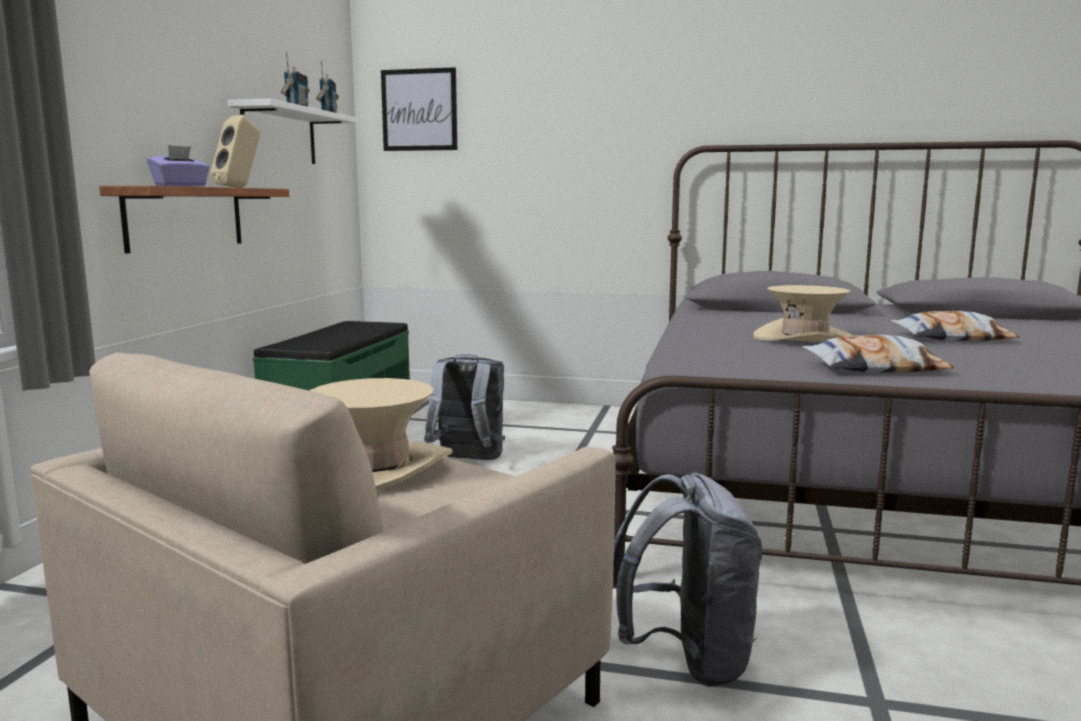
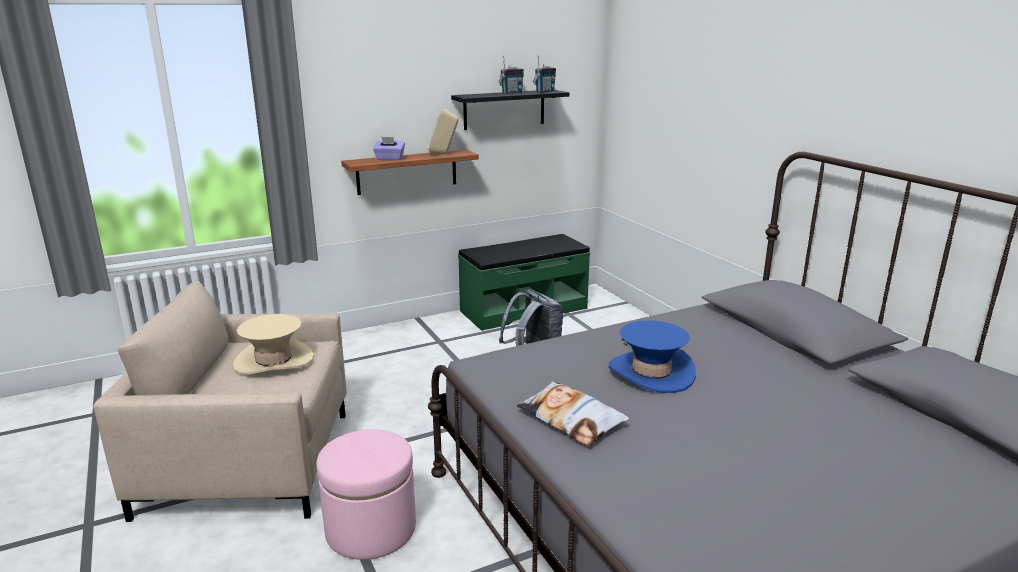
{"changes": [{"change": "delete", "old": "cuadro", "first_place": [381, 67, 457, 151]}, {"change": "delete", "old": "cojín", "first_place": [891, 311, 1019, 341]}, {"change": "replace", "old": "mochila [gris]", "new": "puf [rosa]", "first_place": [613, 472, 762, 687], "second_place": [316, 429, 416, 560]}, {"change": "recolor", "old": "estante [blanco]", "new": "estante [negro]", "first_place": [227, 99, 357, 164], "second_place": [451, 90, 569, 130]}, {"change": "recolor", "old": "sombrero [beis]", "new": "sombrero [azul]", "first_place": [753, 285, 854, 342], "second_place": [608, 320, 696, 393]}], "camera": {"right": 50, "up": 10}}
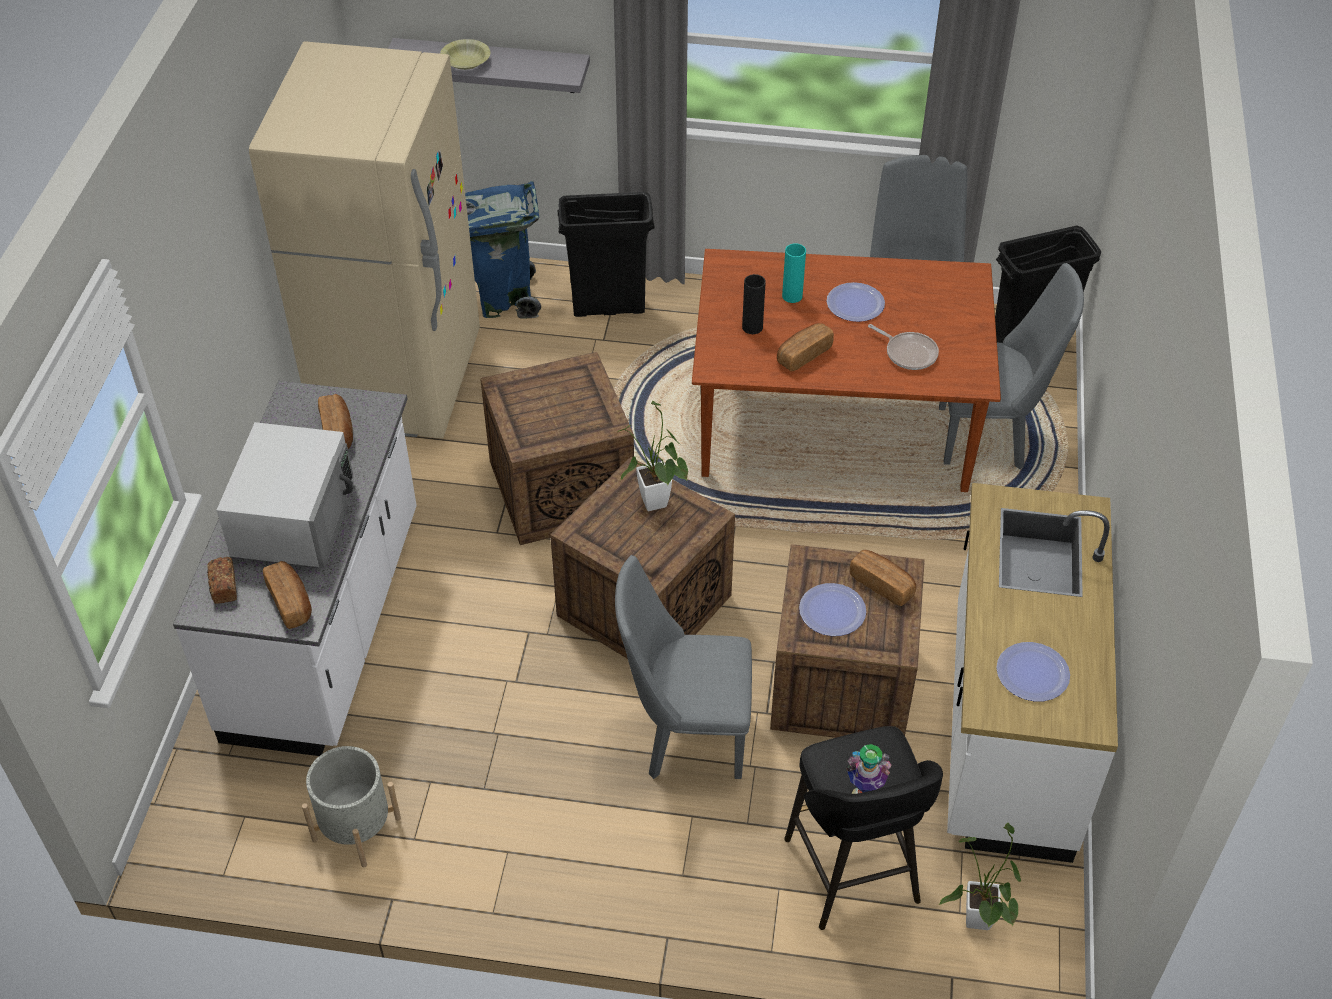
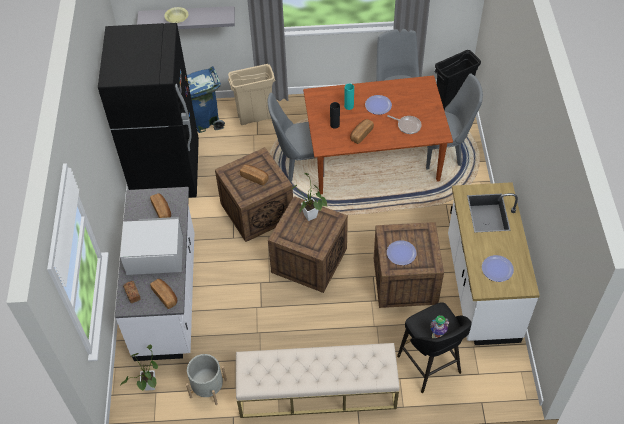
{"changes": [{"change": "insert", "new": "banco [beis]", "second_place": [236, 343, 399, 418]}, {"change": "move", "old": "silla [gris]", "first_place": [615, 555, 752, 779], "second_place": [268, 92, 324, 182]}, {"change": "move", "old": "pan", "first_place": [850, 550, 916, 606], "second_place": [240, 164, 268, 185]}, {"change": "move", "old": "planta en maceta", "first_place": [939, 823, 1021, 930], "second_place": [120, 345, 158, 391]}, {"change": "recolor", "old": "nevera [beis]", "new": "nevera [negro]", "first_place": [249, 41, 480, 439], "second_place": [98, 23, 199, 198]}, {"change": "recolor", "old": "papelera [negro]", "new": "papelera [beis]", "first_place": [557, 192, 655, 317], "second_place": [228, 64, 276, 125]}, {"change": "rotate", "old": "microondas [blanco]", "first_place": [216, 422, 353, 568], "second_place": [120, 217, 183, 275], "degrees": -90}], "camera": {"right": -10, "up": 5}}
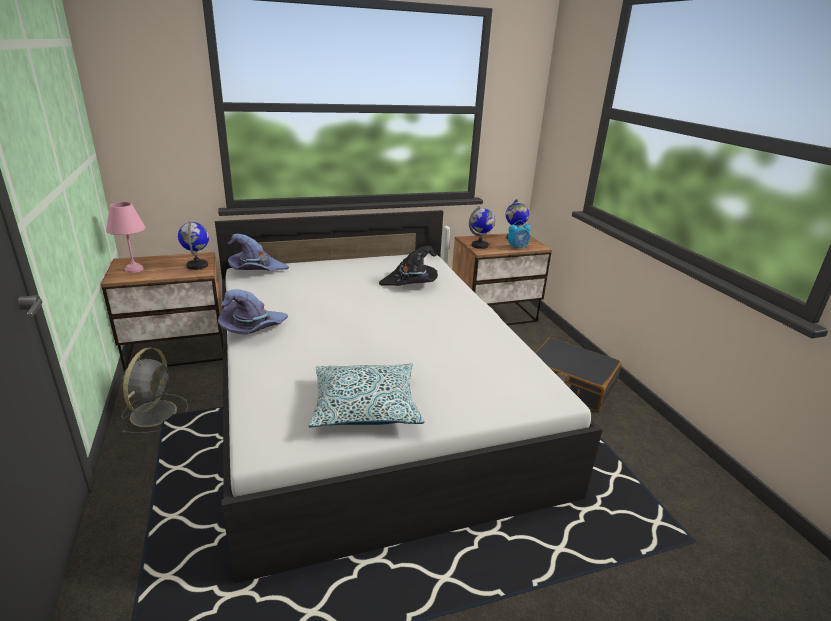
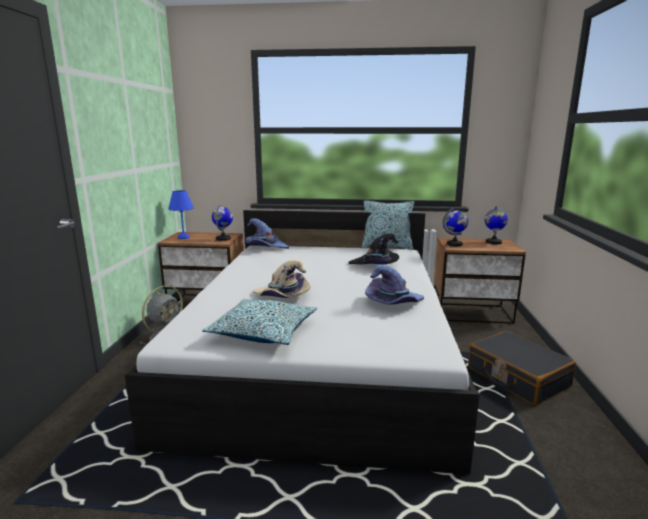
{"changes": [{"change": "delete", "old": "despertador", "first_place": [508, 220, 530, 250]}, {"change": "insert", "new": "sombrero [beis]", "second_place": [253, 260, 311, 298]}, {"change": "insert", "new": "cojín", "second_place": [362, 200, 415, 250]}, {"change": "move", "old": "sombrero [morado]", "first_place": [218, 289, 288, 335], "second_place": [365, 265, 424, 305]}, {"change": "recolor", "old": "lámpara de mesa [rosa]", "new": "lámpara de mesa [azul]", "first_place": [106, 202, 145, 273], "second_place": [168, 190, 194, 239]}], "camera": {"right": 25, "up": -10}}
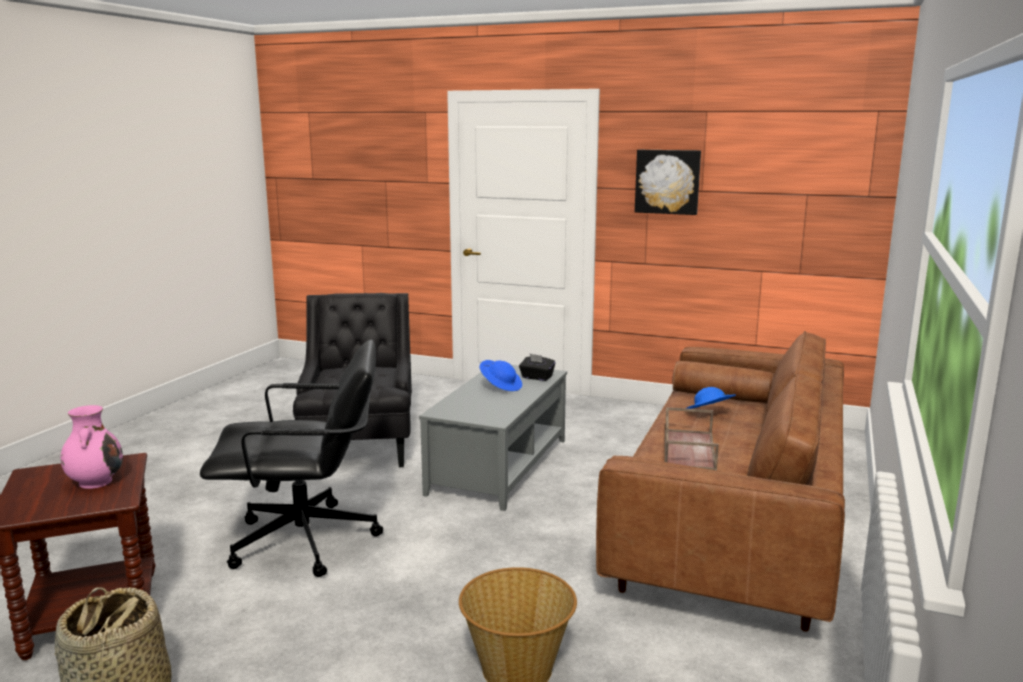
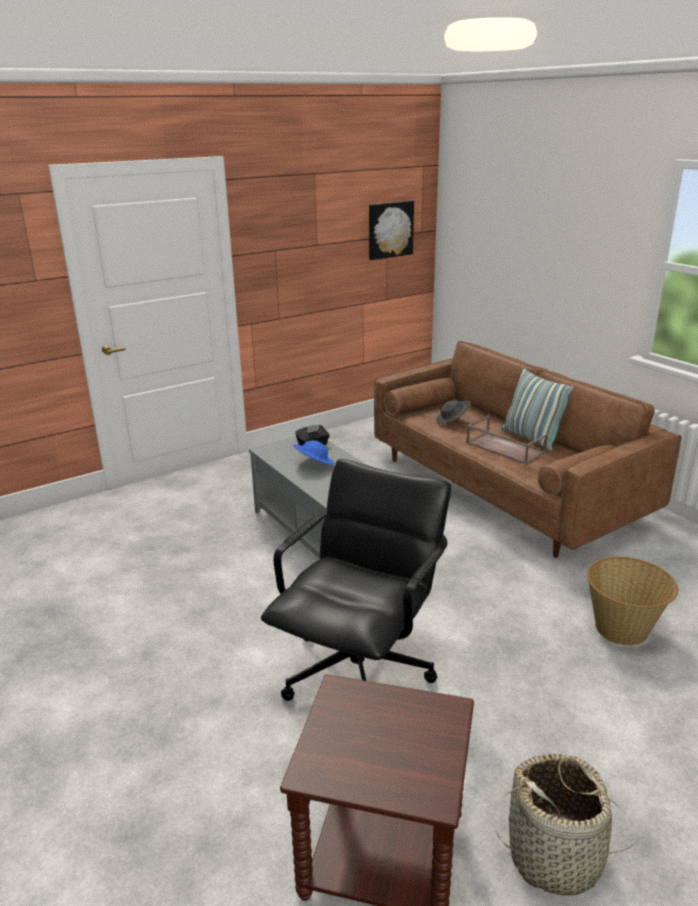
{"changes": [{"change": "delete", "old": "florero [rosa]", "first_place": [61, 405, 123, 489]}, {"change": "delete", "old": "sillón [negro]", "first_place": [293, 293, 412, 467]}, {"change": "insert", "new": "cojín", "second_place": [501, 368, 574, 451]}, {"change": "move", "old": "cuadro", "first_place": [635, 150, 701, 215], "second_place": [369, 201, 414, 260]}, {"change": "recolor", "old": "sombrero [azul]", "new": "sombrero [gris]", "first_place": [687, 387, 736, 409], "second_place": [436, 400, 471, 424]}], "camera": {"right": -55, "up": 10}}
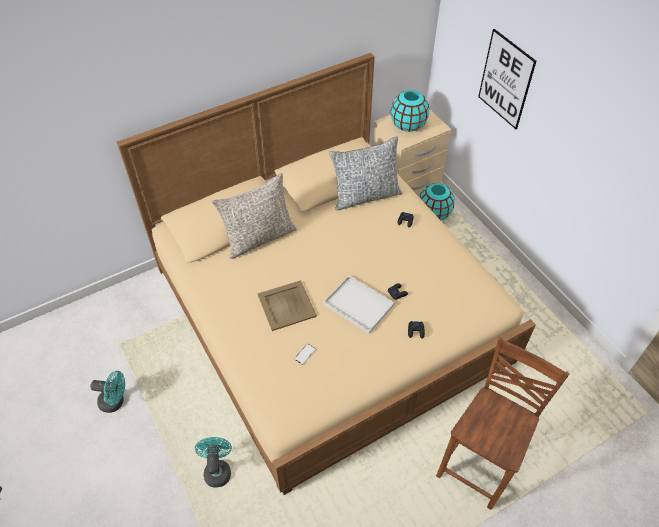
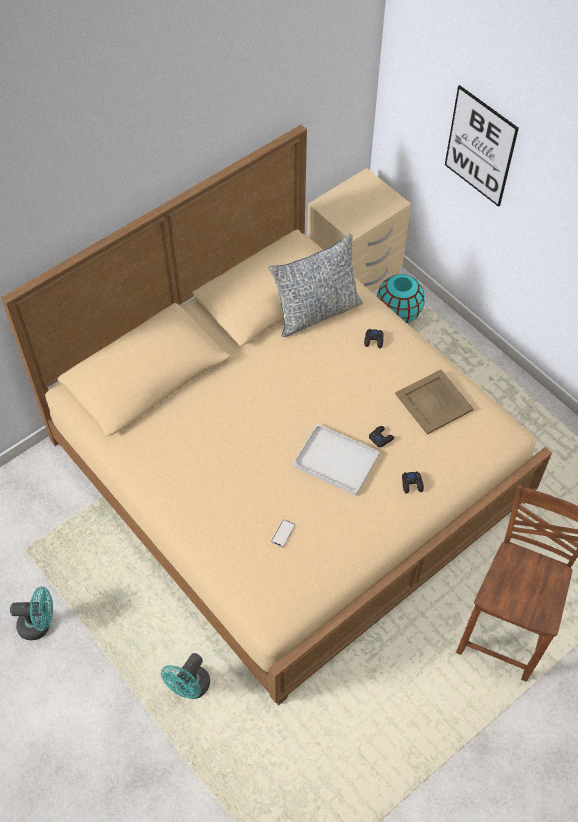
{"changes": [{"change": "delete", "old": "cojín [gris]", "first_place": [212, 173, 297, 259]}, {"change": "delete", "old": "florero [turquesa]", "first_place": [391, 90, 429, 132]}, {"change": "move", "old": "bandeja [beis]", "first_place": [258, 280, 317, 331], "second_place": [395, 369, 474, 435]}, {"change": "rotate", "old": "ventilador [turquesa]", "first_place": [195, 437, 232, 487], "second_place": [161, 653, 210, 699], "degrees": -135}], "camera": {"right": -10, "up": 5}}
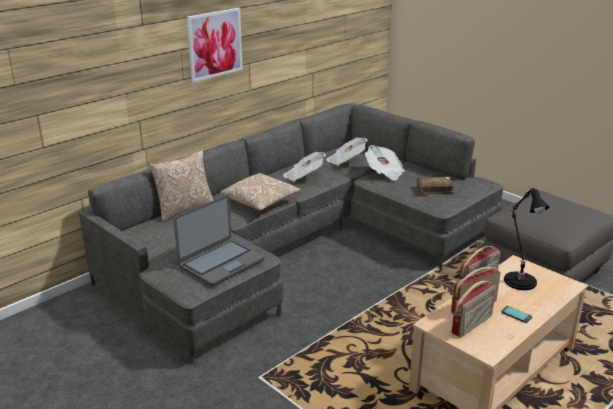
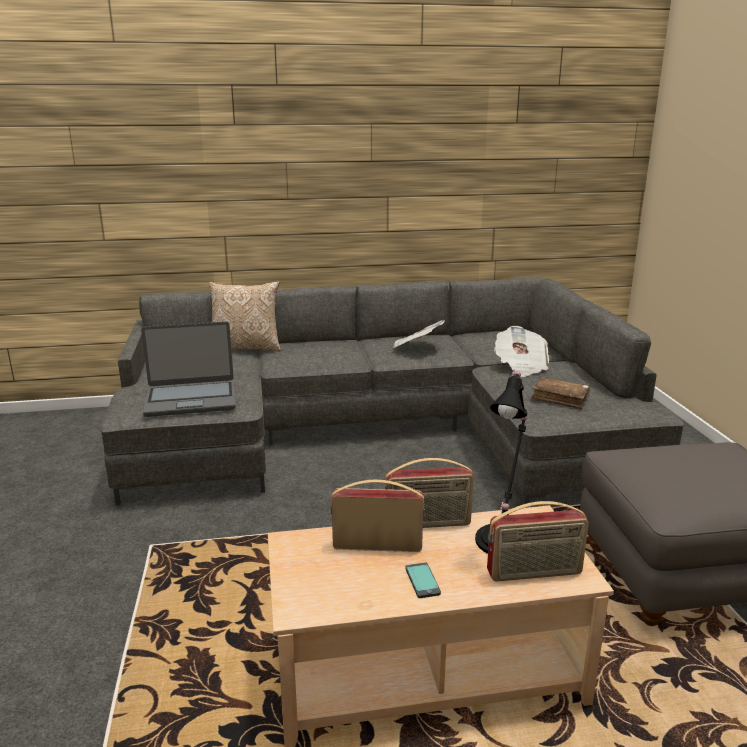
{"changes": [{"change": "delete", "old": "cuadro", "first_place": [187, 8, 243, 82]}, {"change": "delete", "old": "cojín", "first_place": [220, 173, 301, 210]}, {"change": "delete", "old": "periódico", "first_place": [326, 137, 368, 166]}, {"change": "move", "old": "radio", "first_place": [452, 281, 496, 337], "second_place": [487, 501, 589, 582]}], "camera": {"right": 35, "up": -5}}
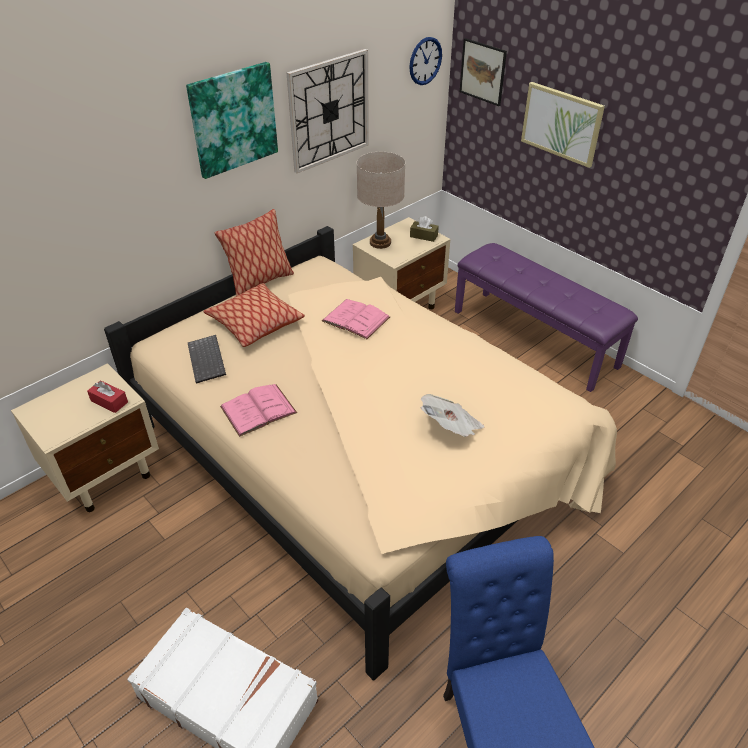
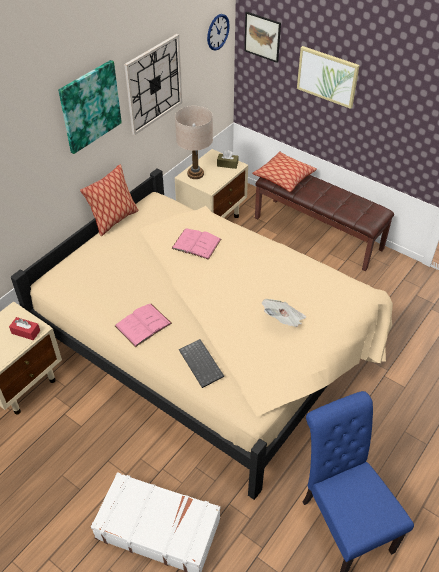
{"changes": [{"change": "move", "old": "teclado", "first_place": [188, 335, 226, 383], "second_place": [179, 339, 224, 388]}, {"change": "move", "old": "cojín", "first_place": [203, 283, 305, 347], "second_place": [252, 151, 317, 192]}, {"change": "recolor", "old": "banco [morado]", "new": "banco [marrón]", "first_place": [455, 243, 638, 392], "second_place": [255, 175, 394, 271]}], "camera": {"right": -10, "up": 5}}
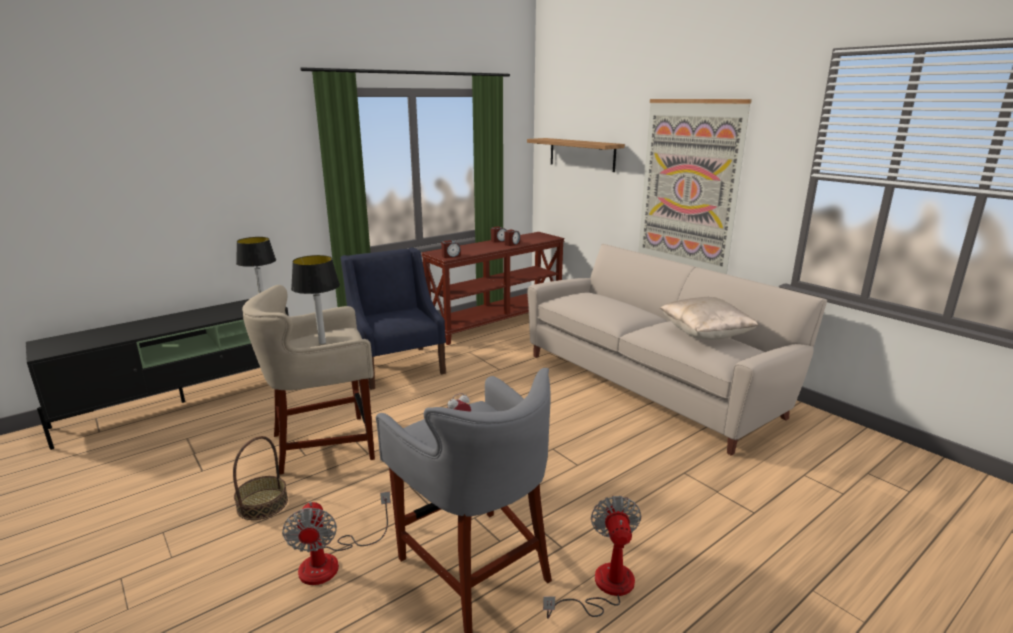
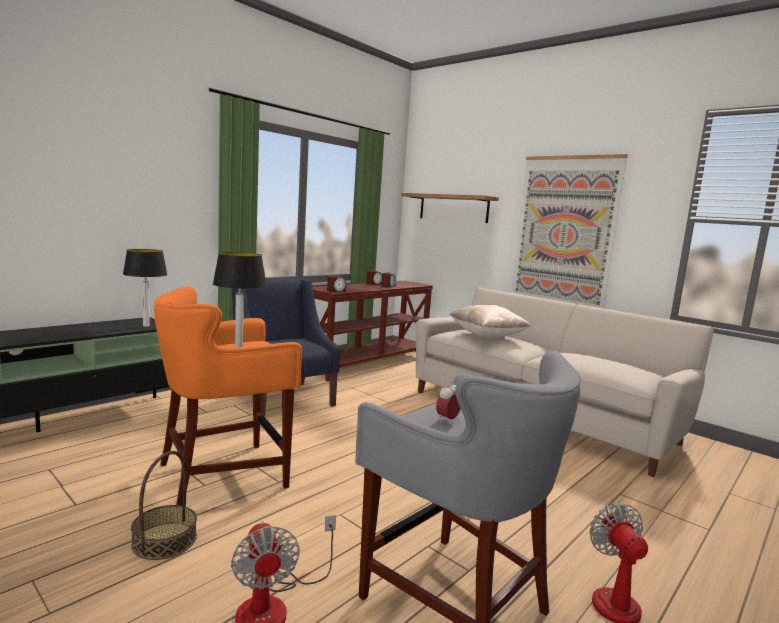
{"changes": [{"change": "move", "old": "cojín [beis]", "first_place": [659, 297, 758, 340], "second_place": [449, 305, 530, 338]}, {"change": "recolor", "old": "taburete [beis]", "new": "taburete [naranja]", "first_place": [242, 285, 375, 475], "second_place": [154, 286, 302, 506]}], "camera": {"right": -10, "up": -10}}
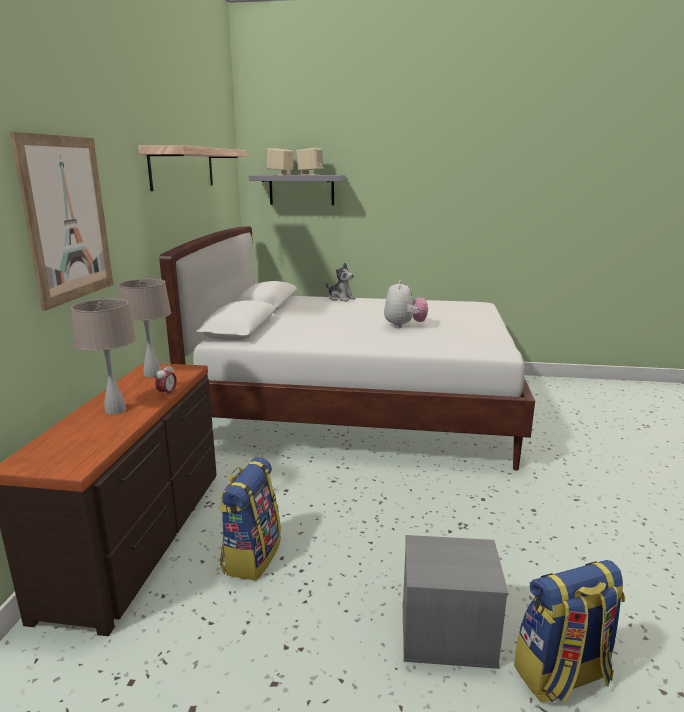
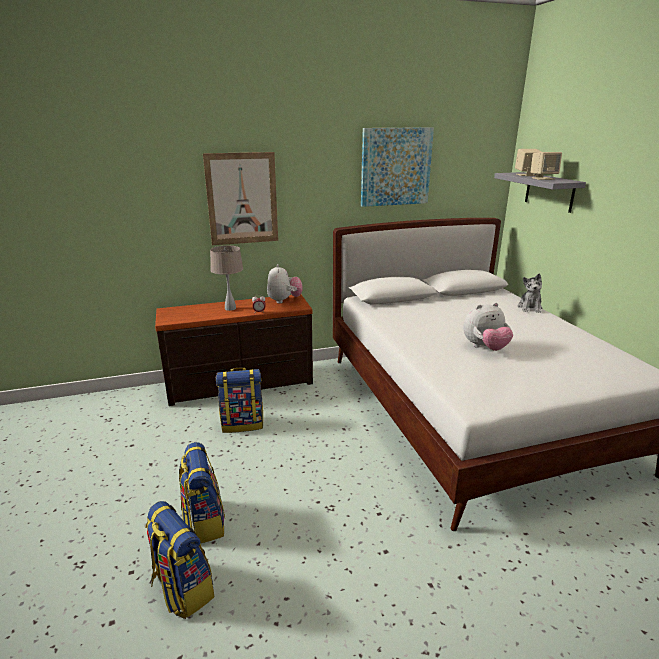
{"changes": [{"change": "replace", "old": "lámpara de mesa [beis]", "new": "peluche", "first_place": [118, 279, 171, 377], "second_place": [267, 264, 303, 304]}, {"change": "replace", "old": "estante", "new": "cuadro", "first_place": [138, 145, 248, 191], "second_place": [361, 127, 434, 207]}, {"change": "replace", "old": "caja de almacenaje [gris]", "new": "mochila", "first_place": [403, 535, 509, 669], "second_place": [179, 442, 225, 543]}], "camera": {"right": 65, "up": 5}}
